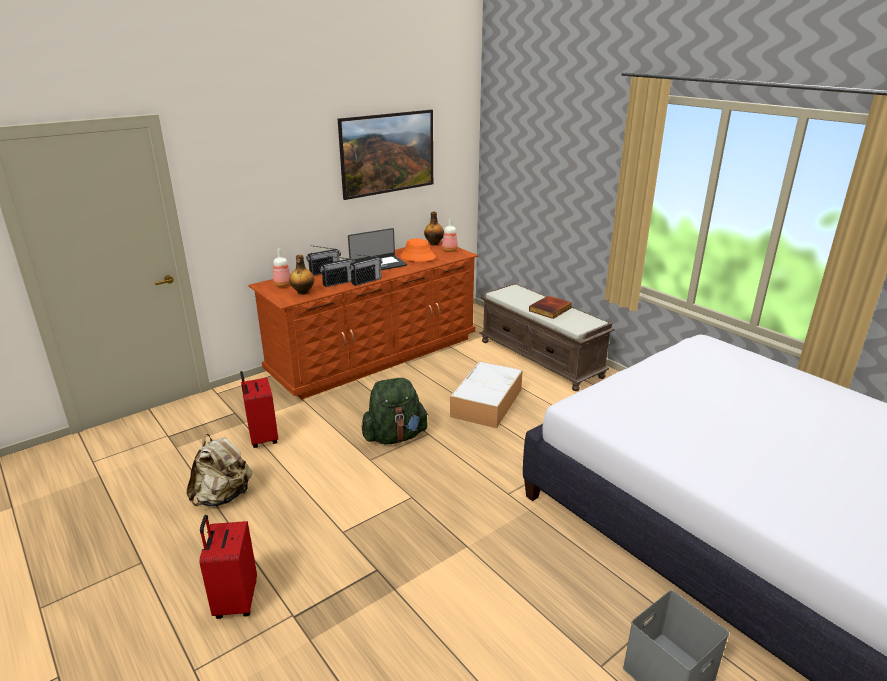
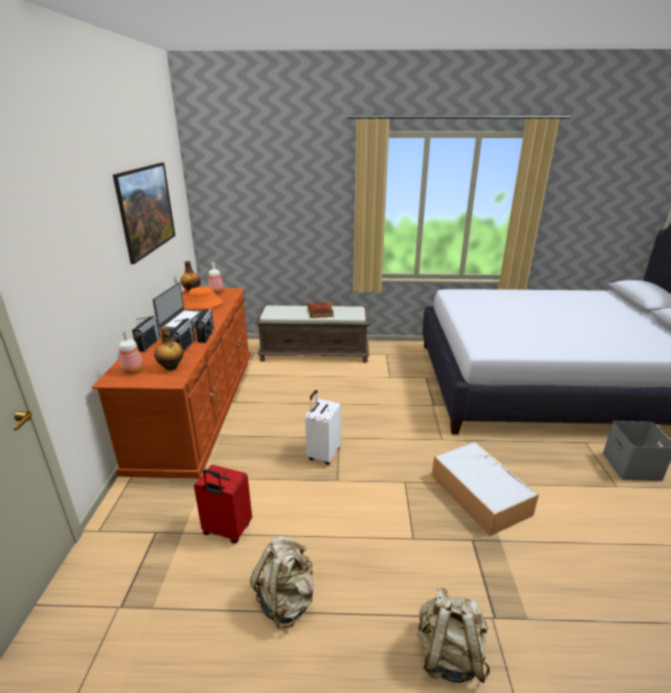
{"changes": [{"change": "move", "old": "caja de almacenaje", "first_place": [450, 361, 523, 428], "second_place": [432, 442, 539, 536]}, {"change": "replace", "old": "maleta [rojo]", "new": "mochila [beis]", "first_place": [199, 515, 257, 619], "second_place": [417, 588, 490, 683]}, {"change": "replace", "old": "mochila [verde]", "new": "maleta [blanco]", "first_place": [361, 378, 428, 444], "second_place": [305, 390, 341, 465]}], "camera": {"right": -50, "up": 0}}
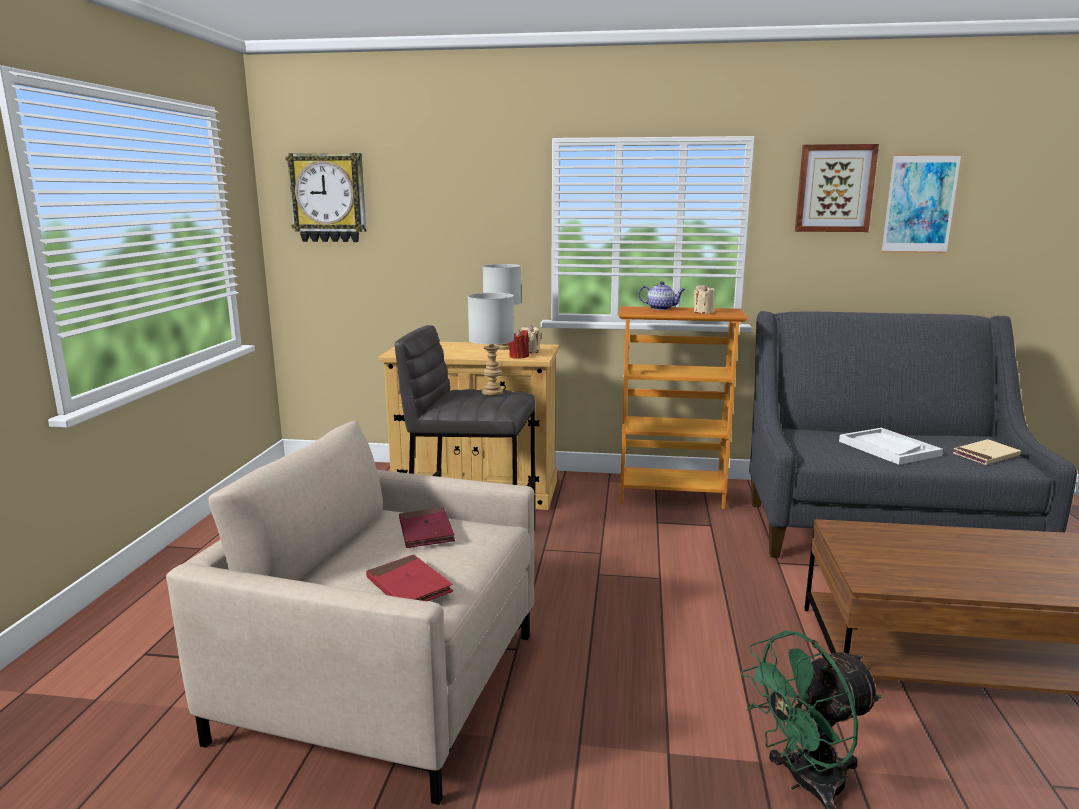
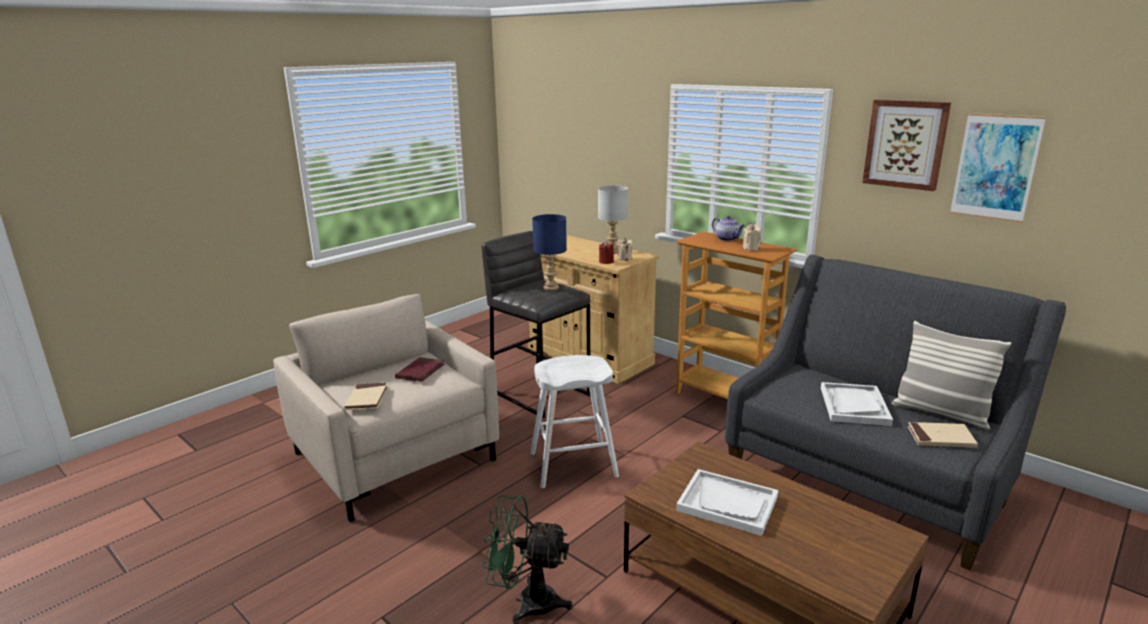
{"changes": [{"change": "delete", "old": "reloj de pared", "first_place": [285, 153, 366, 242]}, {"change": "insert", "new": "taburete [blanco]", "second_place": [530, 355, 619, 488]}, {"change": "insert", "new": "bandeja [blanco]", "second_place": [676, 469, 778, 536]}, {"change": "insert", "new": "cojín", "second_place": [891, 321, 1012, 430]}, {"change": "recolor", "old": "libro [rojo]", "new": "libro [beis]", "first_place": [366, 554, 453, 601], "second_place": [344, 383, 388, 410]}, {"change": "recolor", "old": "lámpara de mesa [gris]", "new": "lámpara de mesa [azul]", "first_place": [468, 293, 514, 395], "second_place": [532, 214, 567, 291]}], "camera": {"right": 35, "up": 5}}
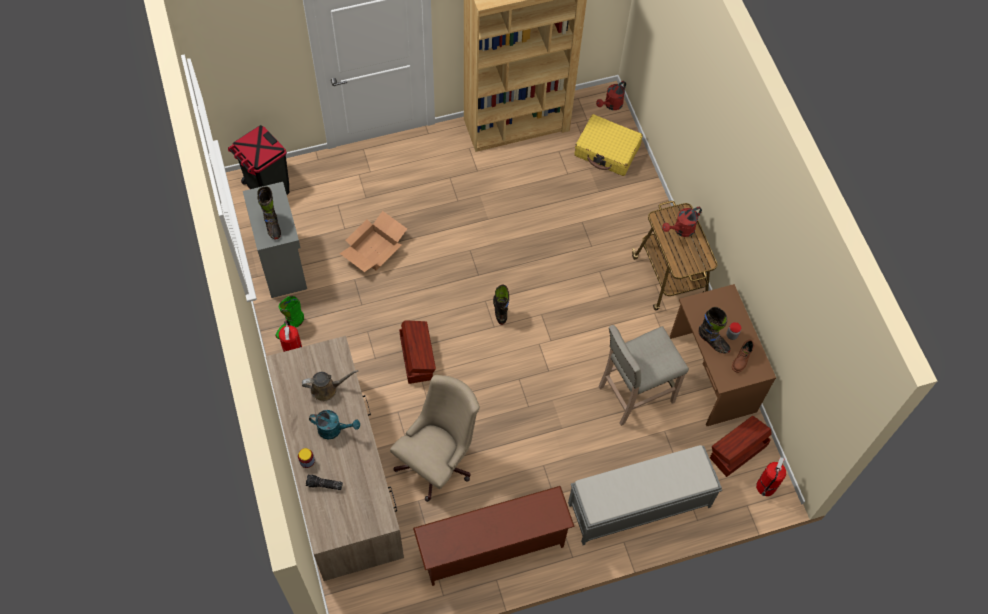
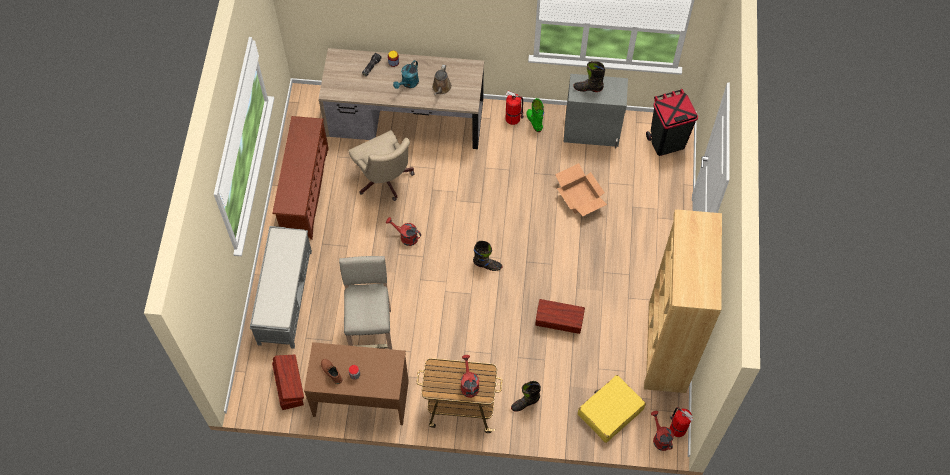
{"changes": [{"change": "insert", "new": "regadera [rojo]", "second_place": [386, 217, 421, 246]}, {"change": "move", "old": "caja de almacenaje [marrón]", "first_place": [399, 321, 436, 384], "second_place": [535, 299, 585, 334]}, {"change": "move", "old": "bota [negro]", "first_place": [699, 307, 731, 354], "second_place": [511, 381, 541, 412]}, {"change": "move", "old": "extintor", "first_place": [756, 457, 786, 496], "second_place": [670, 407, 693, 437]}], "camera": {"right": 115, "up": 0}}
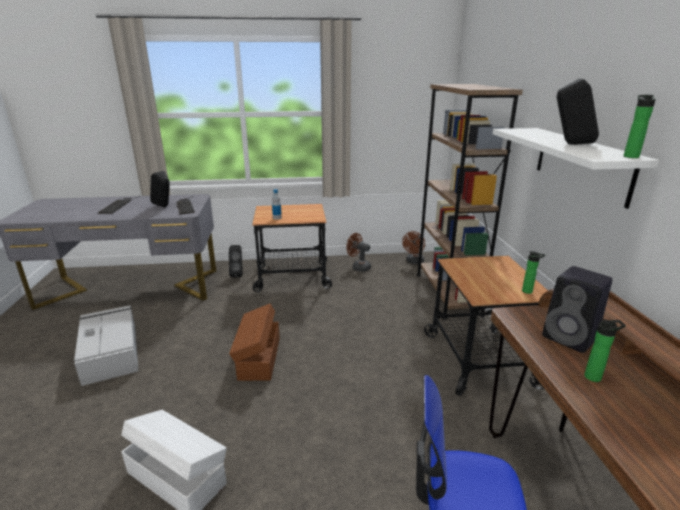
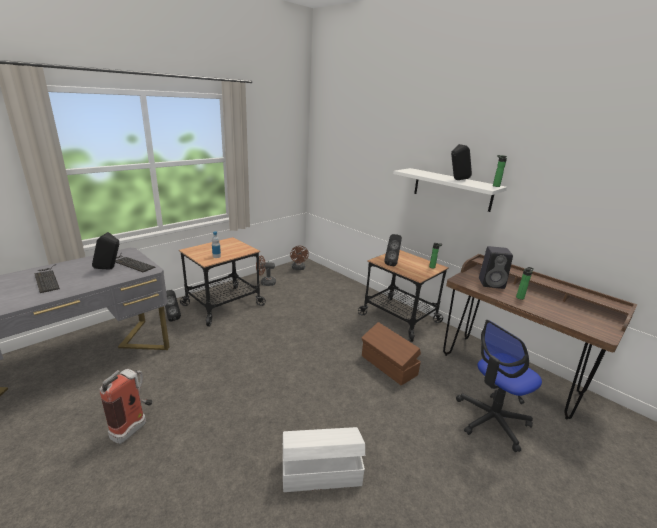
{"changes": [{"change": "delete", "old": "estantería [marrón]", "first_place": [416, 84, 523, 319]}, {"change": "insert", "new": "altavoz [negro]", "second_place": [384, 234, 402, 266]}, {"change": "move", "old": "caja de almacenaje [marrón]", "first_place": [229, 304, 280, 381], "second_place": [361, 322, 421, 385]}, {"change": "replace", "old": "caja de almacenaje [gris]", "new": "extintor", "first_place": [74, 305, 138, 386], "second_place": [99, 369, 153, 444]}], "camera": {"right": -40, "up": 0}}
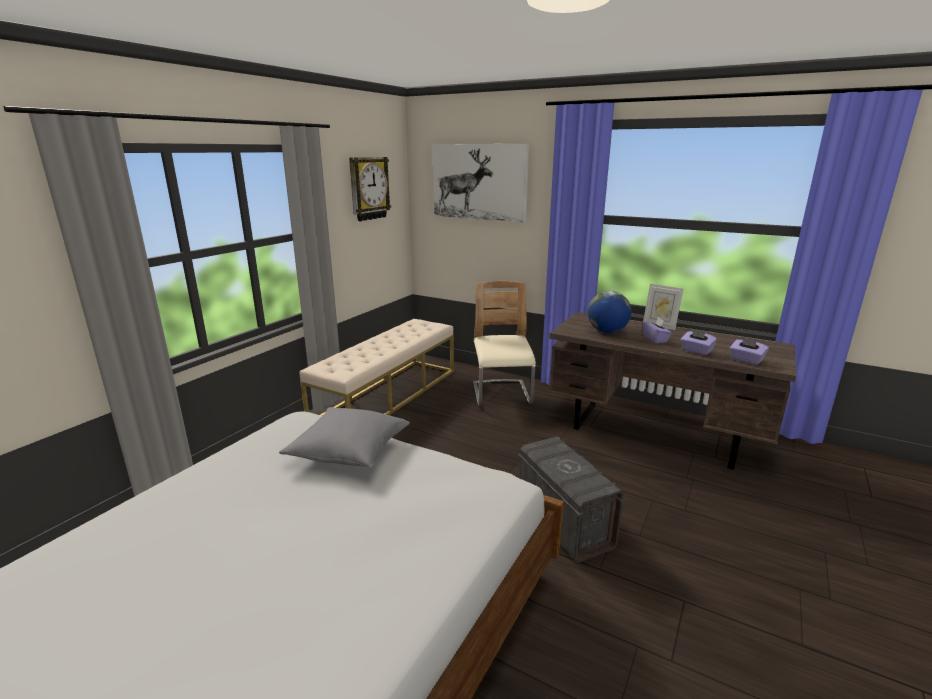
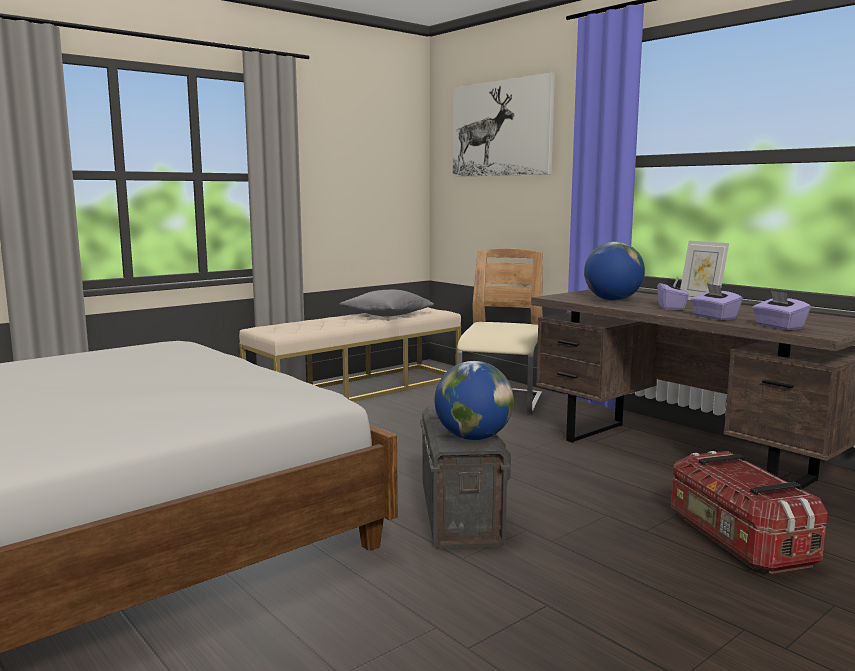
{"changes": [{"change": "delete", "old": "reloj de pared", "first_place": [349, 157, 391, 221]}, {"change": "insert", "new": "globo terráqueo", "second_place": [434, 361, 514, 440]}, {"change": "insert", "new": "caja de almacenaje", "second_place": [671, 451, 827, 574]}, {"change": "move", "old": "cojín [gris]", "first_place": [279, 407, 410, 468], "second_place": [339, 290, 434, 316]}], "camera": {"right": 20, "up": -10}}
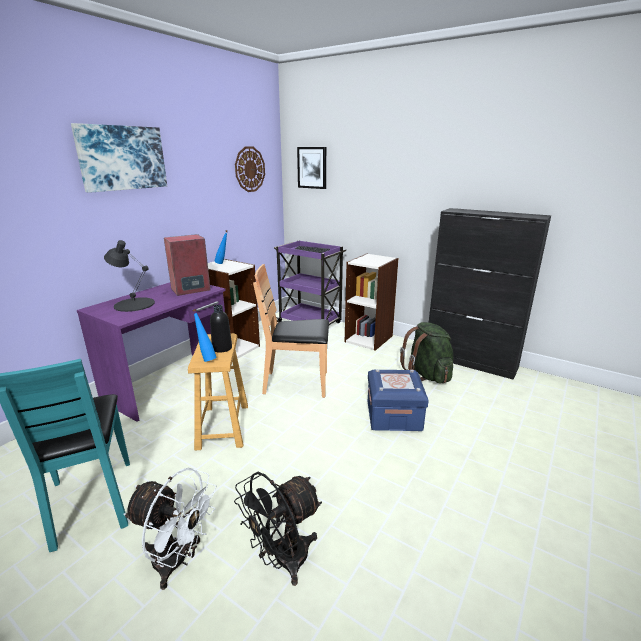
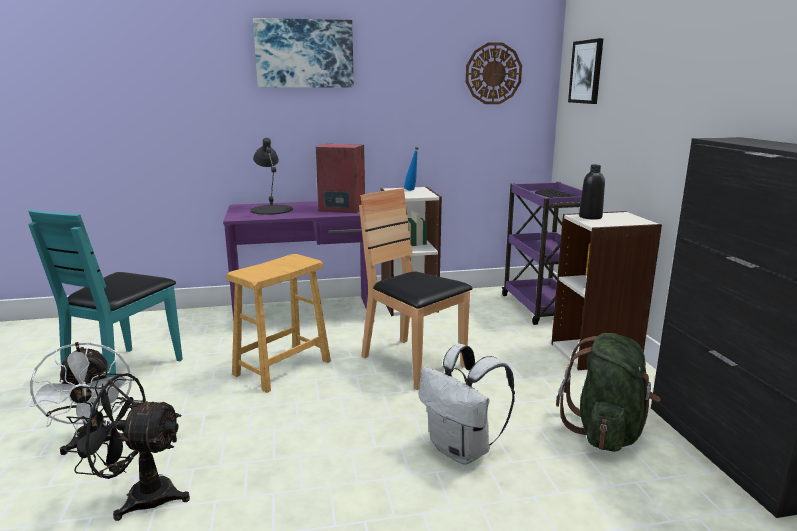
{"changes": [{"change": "delete", "old": "botella [azul]", "first_place": [192, 309, 217, 362]}, {"change": "move", "old": "botella [negro]", "first_place": [210, 305, 232, 353], "second_place": [579, 165, 605, 220]}, {"change": "replace", "old": "caja de almacenaje [azul]", "new": "mochila [blanco]", "first_place": [367, 369, 429, 431], "second_place": [419, 344, 515, 465]}], "camera": {"right": 45, "up": -5}}
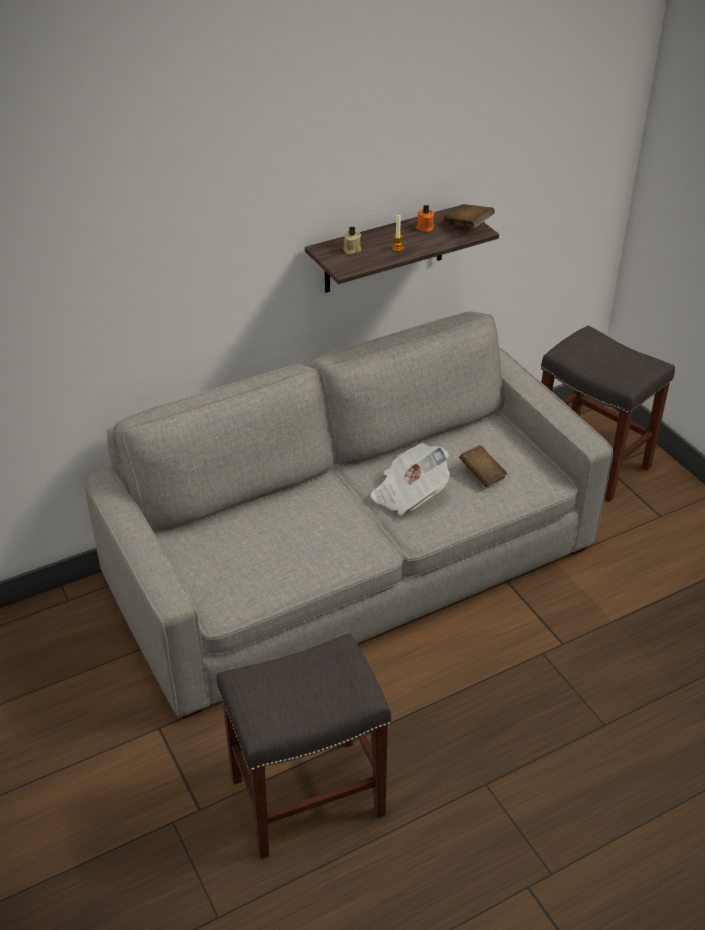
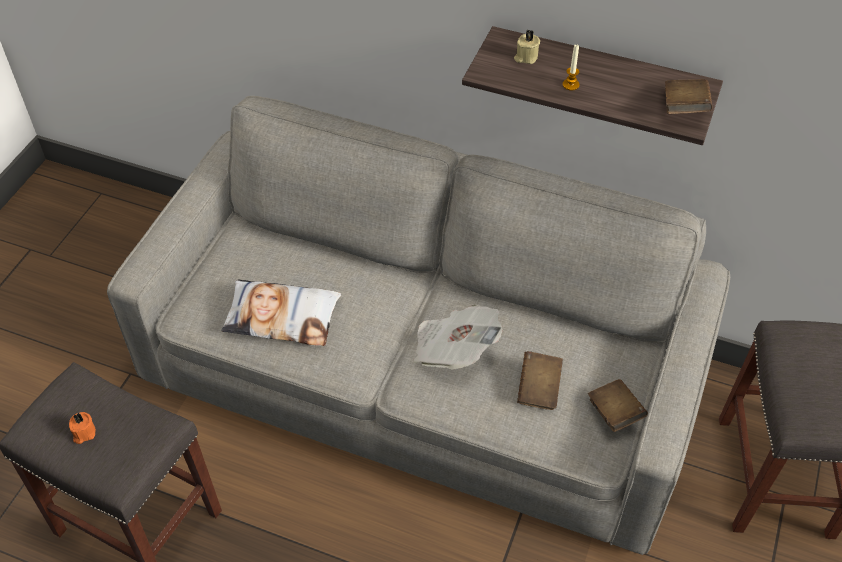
{"changes": [{"change": "insert", "new": "cojín", "second_place": [221, 279, 341, 346]}, {"change": "insert", "new": "libro [marrón]", "second_place": [588, 379, 648, 432]}, {"change": "move", "old": "vela [naranja]", "first_place": [416, 205, 434, 232], "second_place": [69, 412, 96, 444]}], "camera": {"right": 50, "up": 10}}
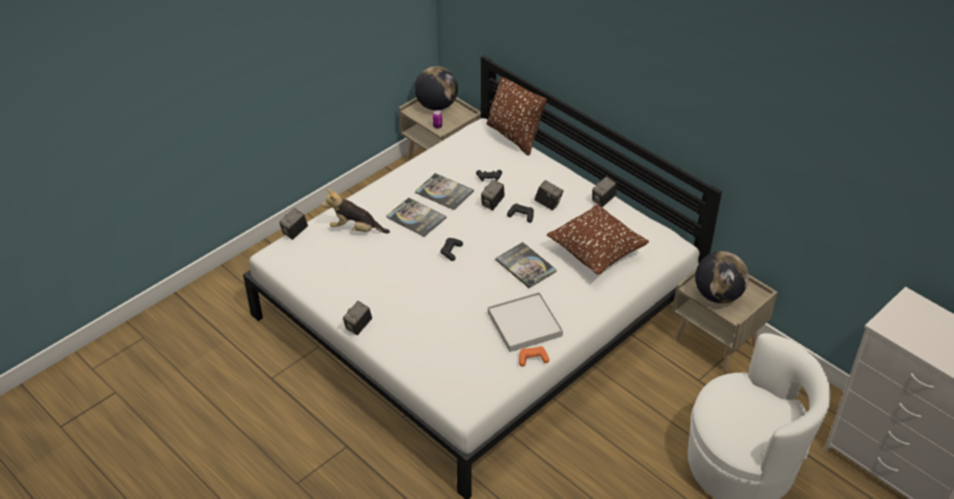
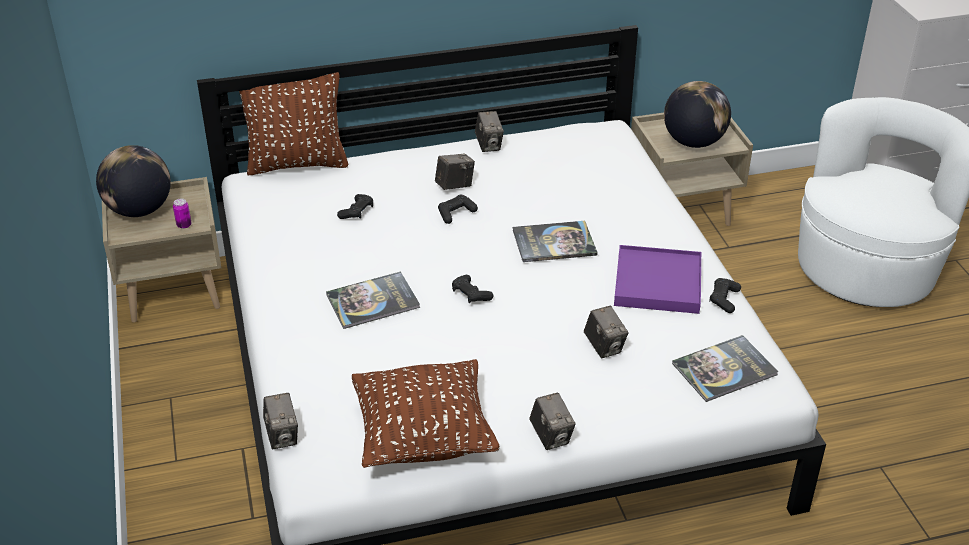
{"changes": [{"change": "delete", "old": "peluche", "first_place": [322, 189, 390, 233]}, {"change": "move", "old": "libro", "first_place": [415, 173, 474, 210], "second_place": [672, 335, 778, 402]}, {"change": "move", "old": "cámara", "first_place": [481, 180, 505, 210], "second_place": [584, 306, 628, 358]}, {"change": "move", "old": "cojín [marrón]", "first_place": [547, 204, 649, 275], "second_place": [352, 359, 500, 468]}, {"change": "recolor", "old": "bandeja [blanco]", "new": "bandeja [morado]", "first_place": [488, 292, 563, 352], "second_place": [614, 245, 701, 314]}, {"change": "recolor", "old": "mando de consola [naranja]", "new": "mando de consola [negro]", "first_place": [519, 346, 549, 367], "second_place": [709, 278, 741, 313]}], "camera": {"right": -60, "up": -5}}
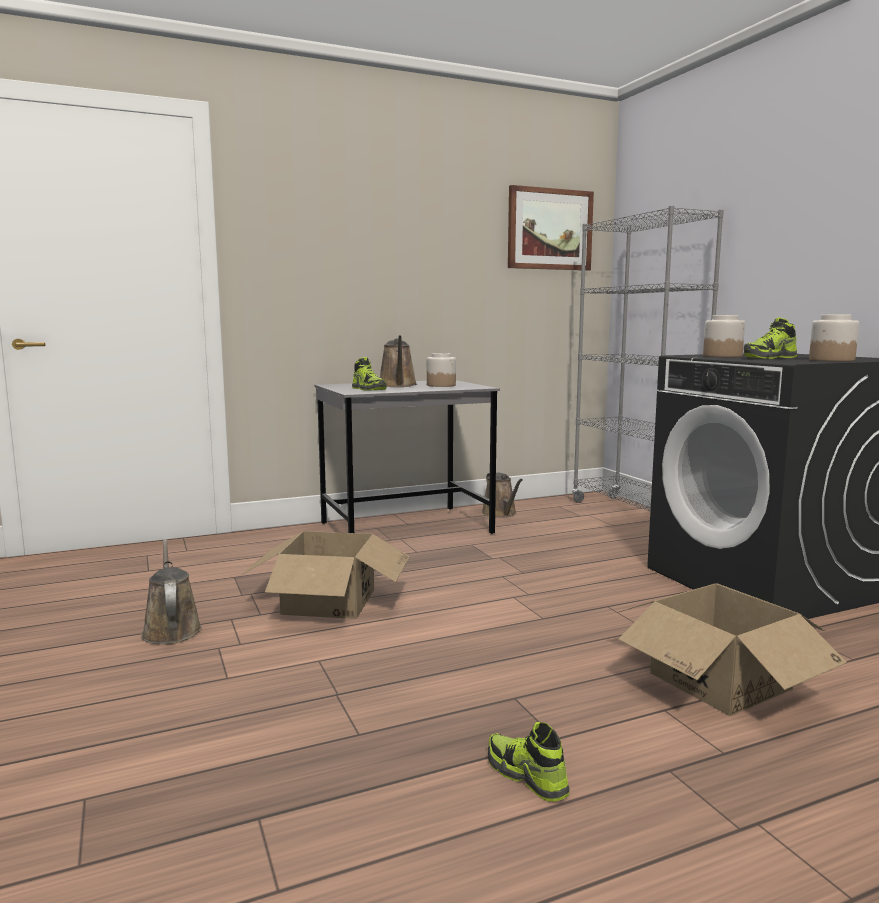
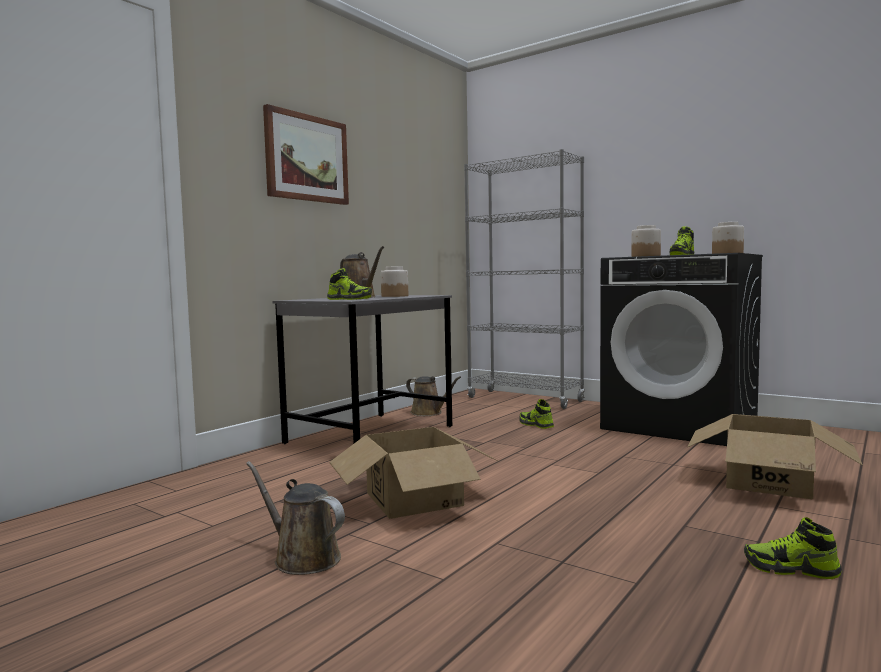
{"changes": [{"change": "insert", "new": "zapato", "second_place": [520, 399, 554, 429]}, {"change": "move", "old": "cuadro", "first_place": [508, 185, 594, 271], "second_place": [263, 104, 349, 205]}], "camera": {"right": -30, "up": -5}}
